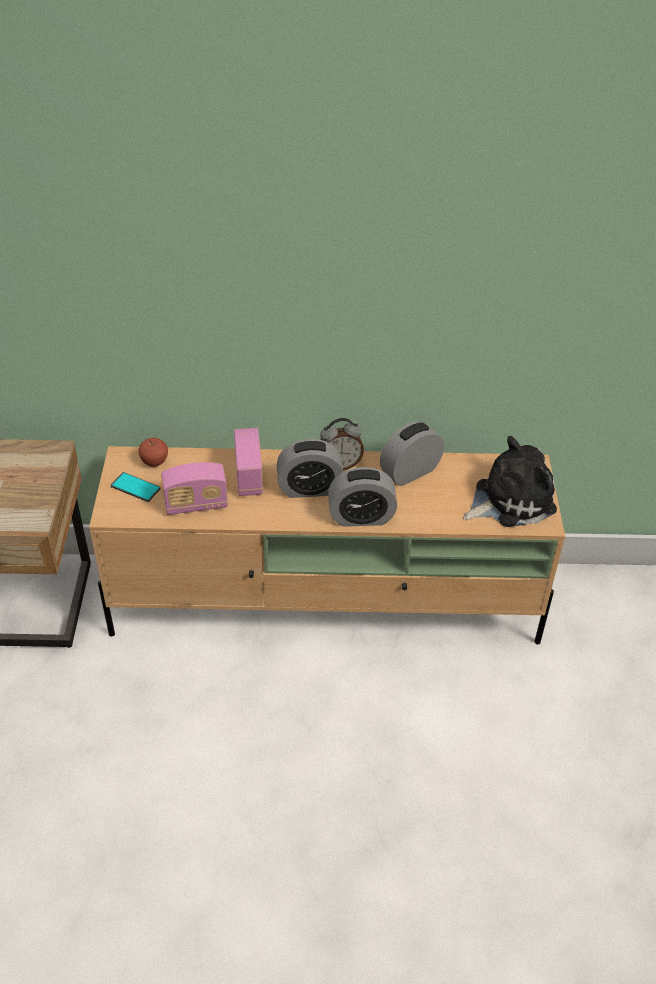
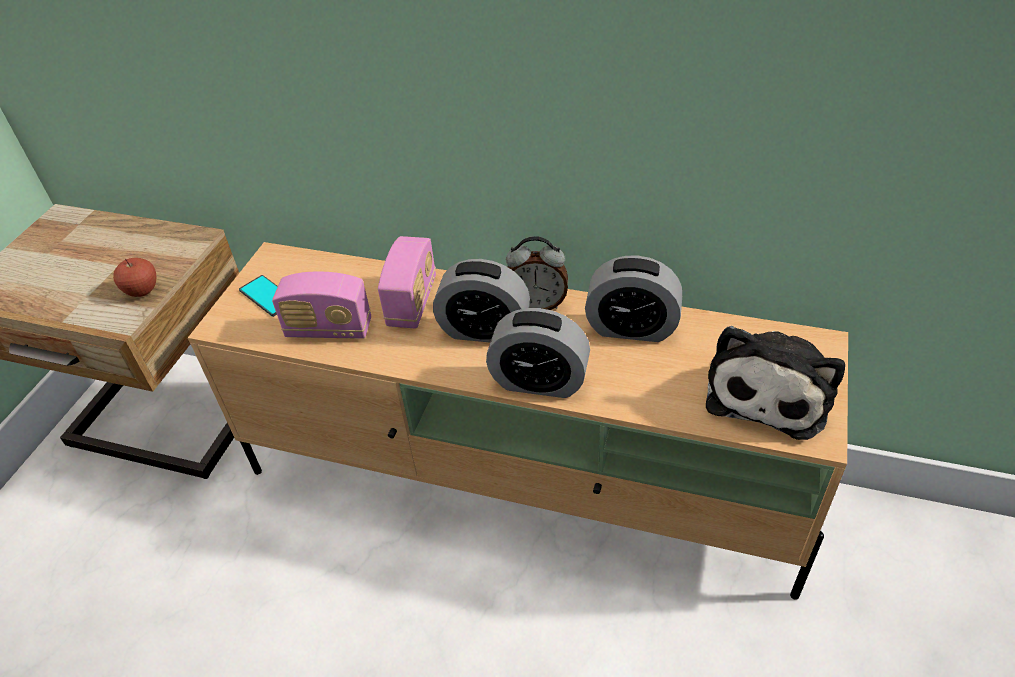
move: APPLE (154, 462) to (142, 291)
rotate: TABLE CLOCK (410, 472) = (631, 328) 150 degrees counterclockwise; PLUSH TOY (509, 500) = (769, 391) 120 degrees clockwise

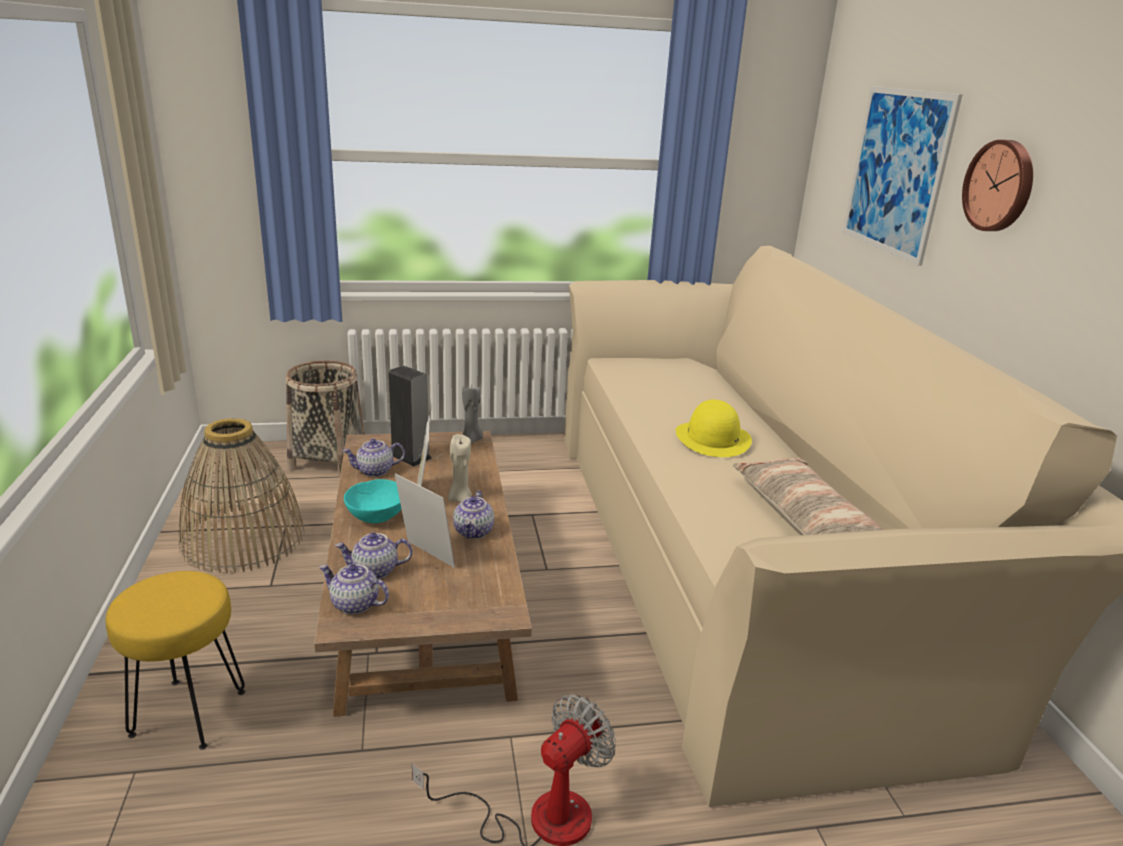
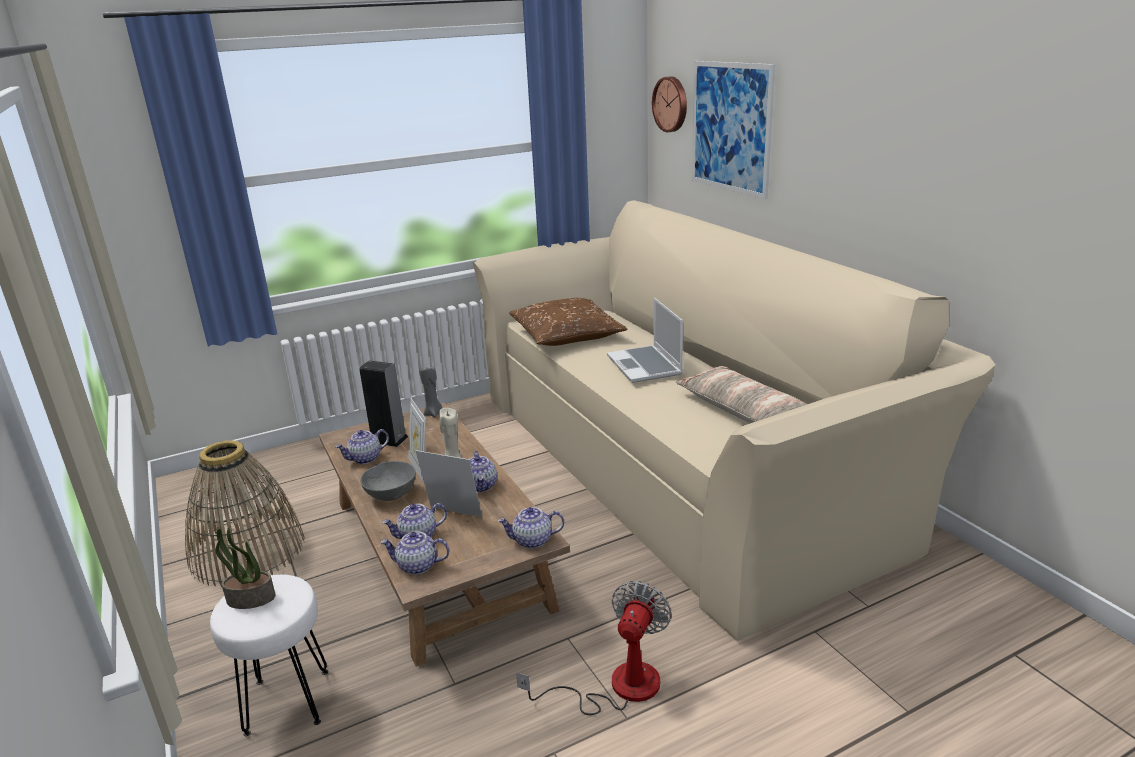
delete: STORAGE BASKET (328, 459)
insert: PLANT IN A POT (250, 599); TEA POT (532, 541); BROWNISH THROW PILLOW (567, 334)
move: CLOCK ON THE WALL (1000, 186) to (671, 104)
replace: YELLOWISH HAT (713, 438) to NOTEBOOK COMPUTER (645, 366)
recolor: YELLOWISH STOOL SEAT (188, 712) to WHITE-COLOURED STOOL SEAT (286, 701); TURQUOISE-COLOURED DEEP DISH (376, 516) to GRAY DEEP DISH (391, 494)

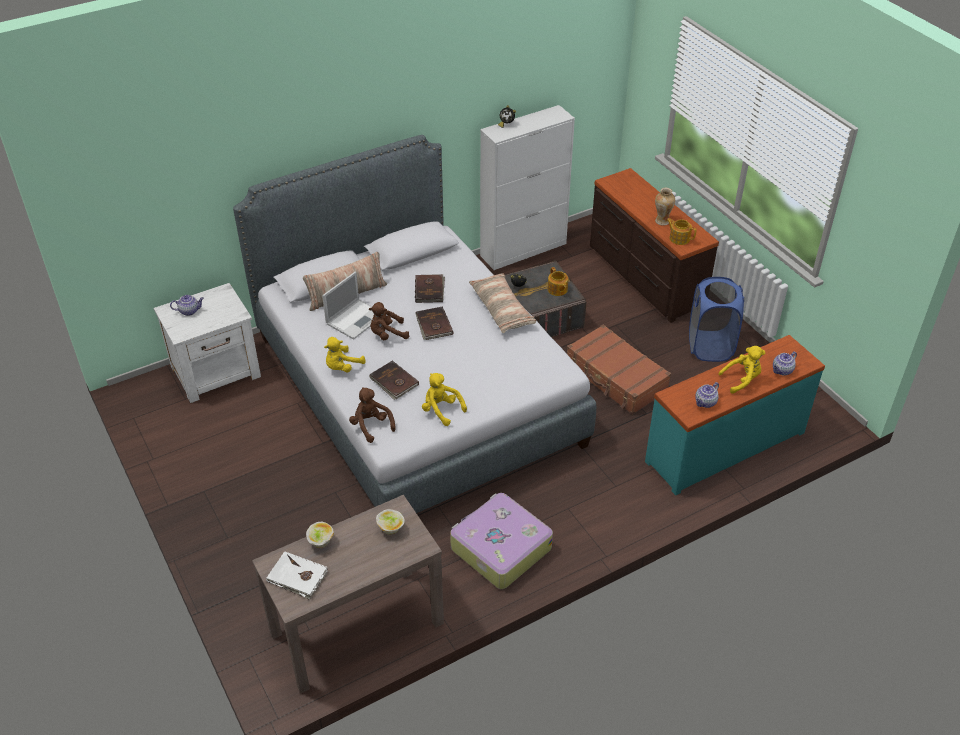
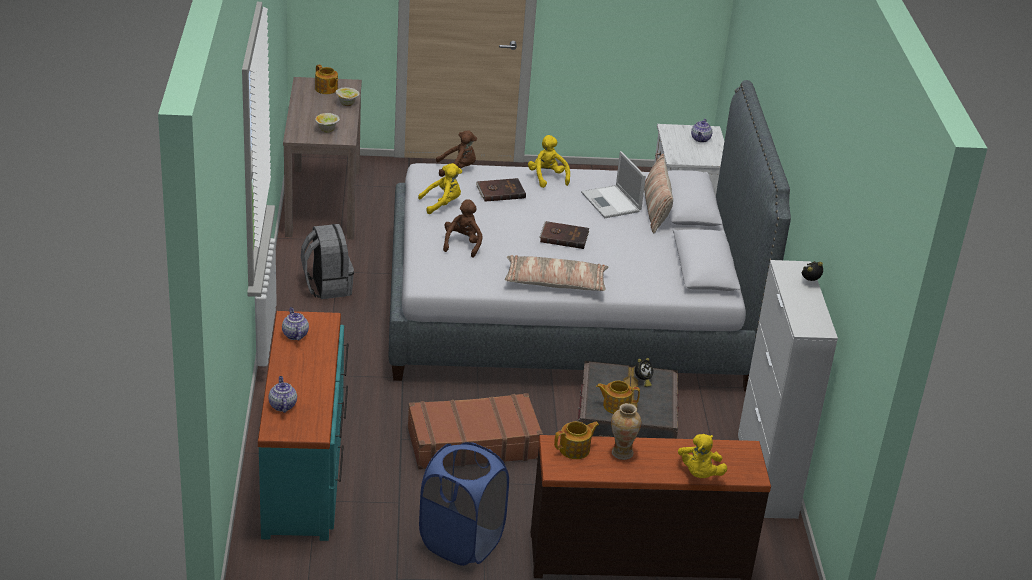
delete: BROWNISH BOUND BOOK (430, 290)
move: BROWNISH PLUSH TOY (387, 334) to (463, 244); YELLOWISH PLUSH TOY (742, 380) to (699, 474)
replace: WHITE-COLOURED BOUND BOOK (297, 577) to TEA POT (326, 89); SUITCASE (499, 548) to GRAY RUCKSACK (327, 286)

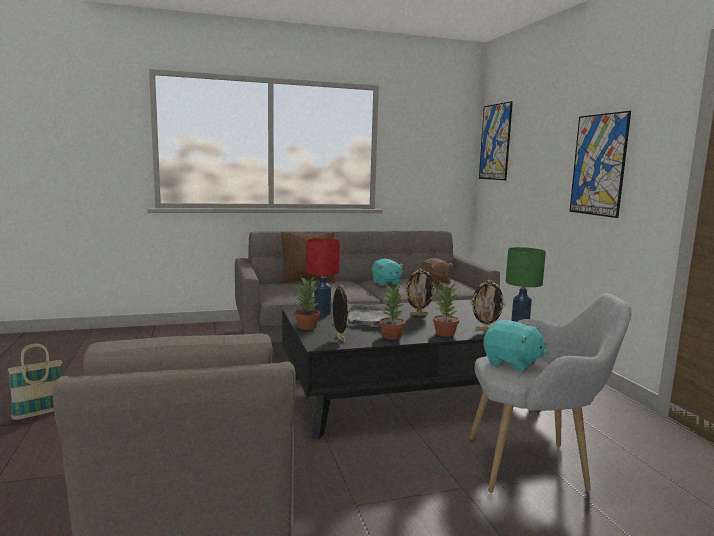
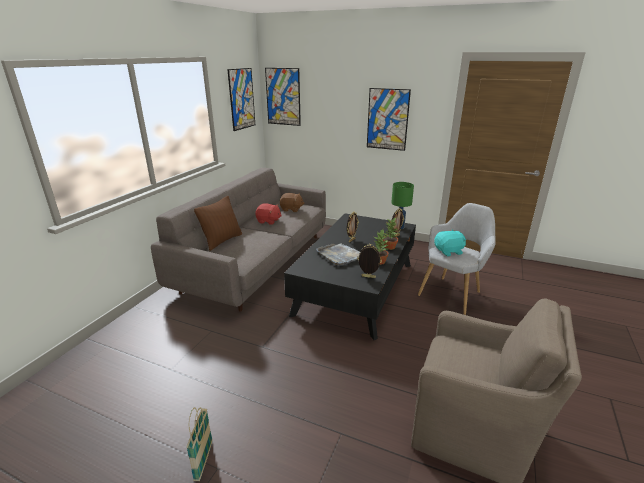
delete: PLANT IN A POT (307, 327); REDDISH TABLETOP LAMP (322, 313)
insert: WALL ART (242, 99)
recolor: TURQUOISE-COLOURED PLUSH TOY (386, 283) to REDDISH PLUSH TOY (268, 221)

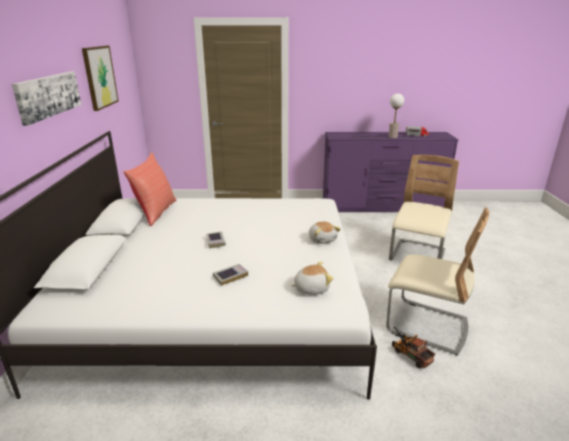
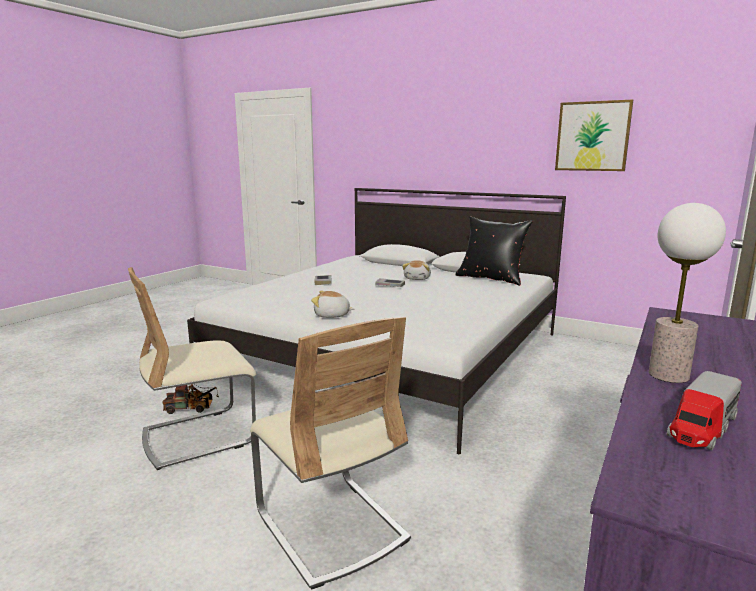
delete: WALL ART (48, 95)
move: PLUSH TOY (311, 288) to (417, 278)
recolor: REDDISH THROW PILLOW (156, 212) to BLACK-COLOURED THROW PILLOW (491, 278)

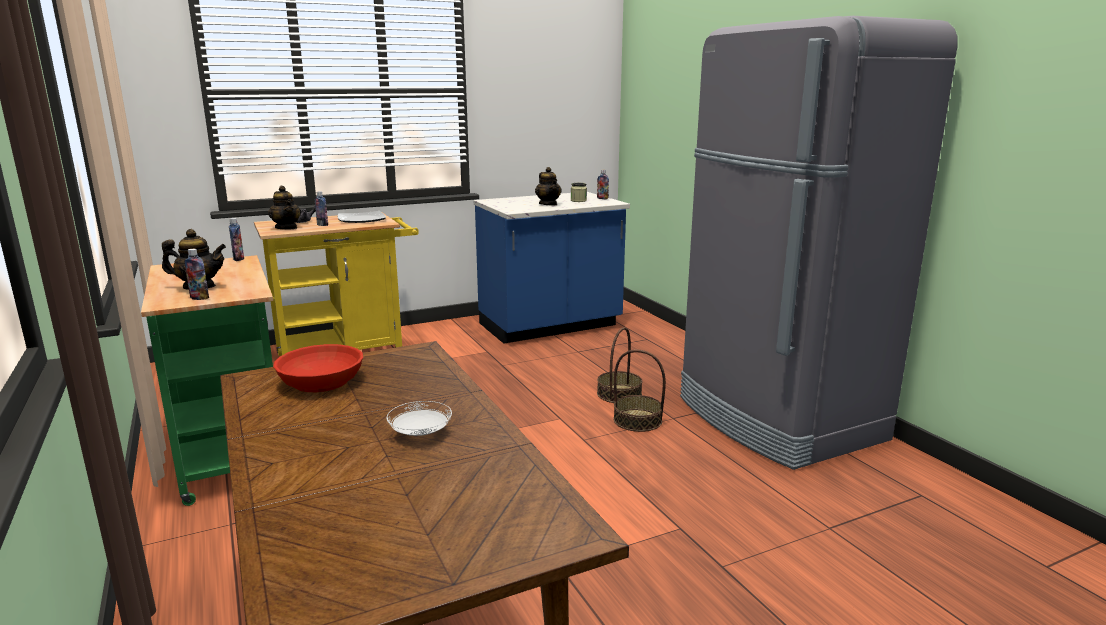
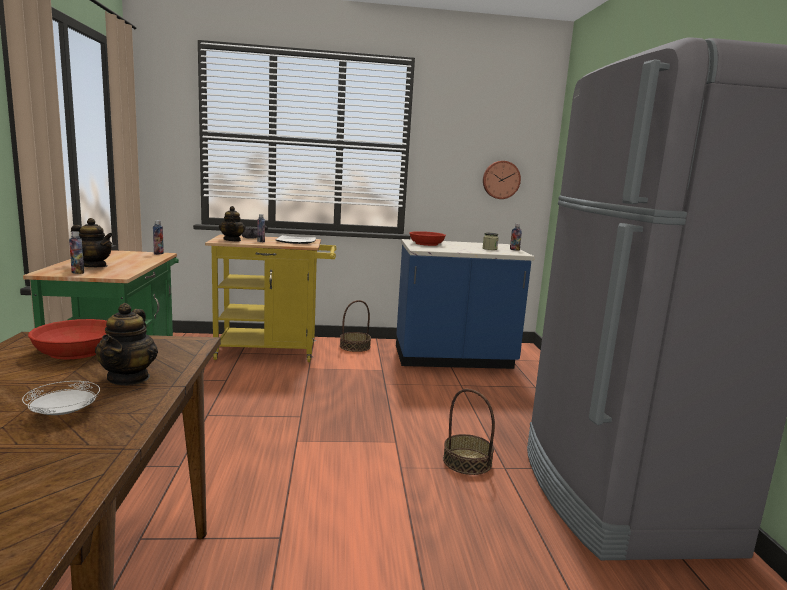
insert: REDDISH DEEP DISH (426, 244); CLOCK ON THE WALL (501, 180)
move: TEA POT (548, 204) to (129, 378); STORAGE BASKET (619, 394) to (355, 346)

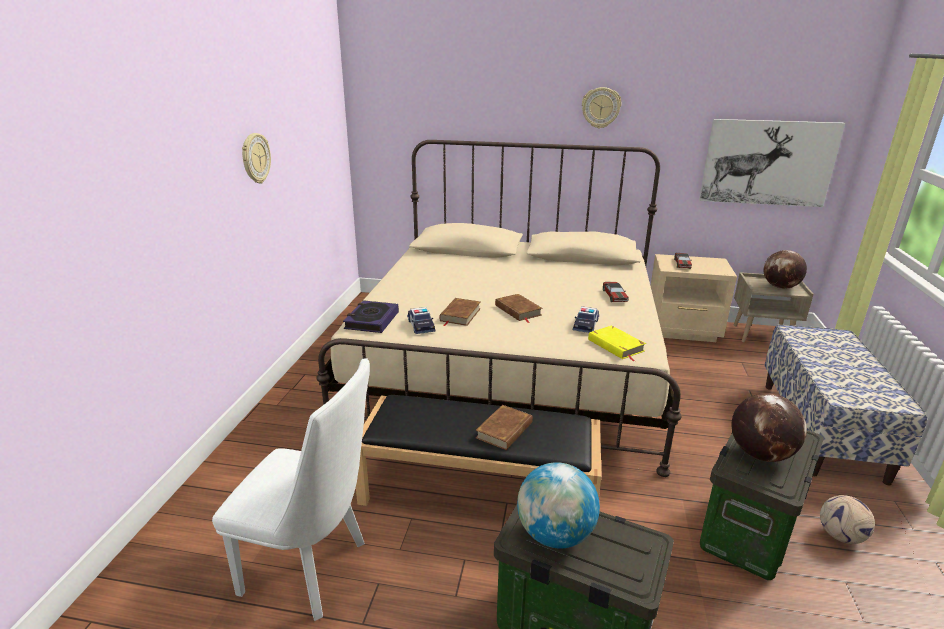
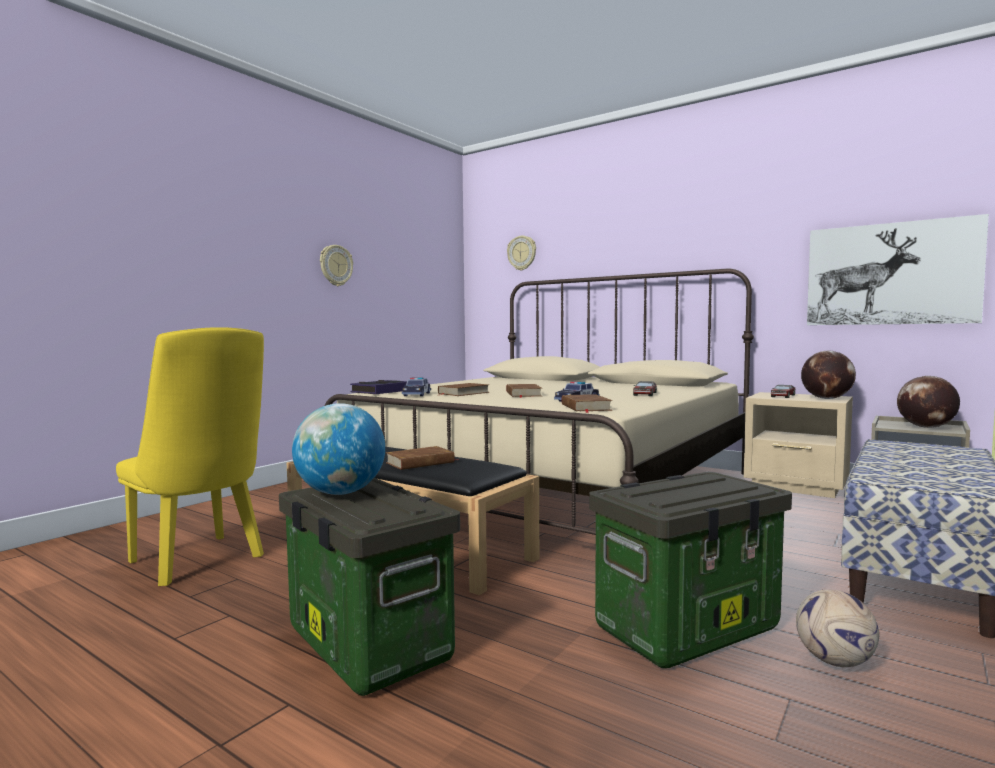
move: CLOCK ON THE WALL (601, 107) to (522, 253); WORLD GLOBE (760, 454) to (826, 398)
recolor: WHITE-COLOURED CHAIR (314, 570) to YELLOWISH CHAIR (201, 562); YELLOWISH BOUND BOOK (615, 346) to BROWNISH BOUND BOOK (585, 407)

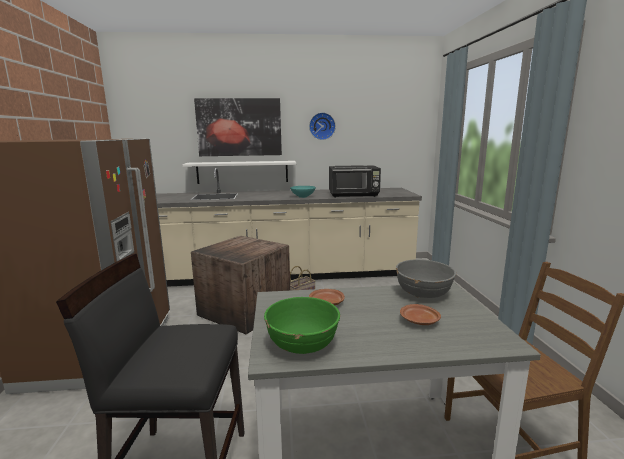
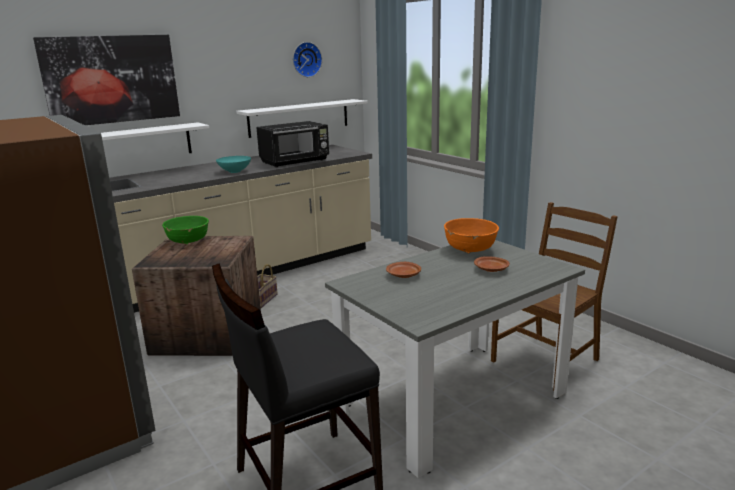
insert: WHITE-COLOURED BRACKET SHELF (299, 118)
move: GREEN DEEP DISH (303, 344) to (188, 241); CLOCK ON THE WALL (322, 126) to (306, 59)
recolor: GRAY DEEP DISH (423, 294) to ORANGE-COLOURED DEEP DISH (470, 249)

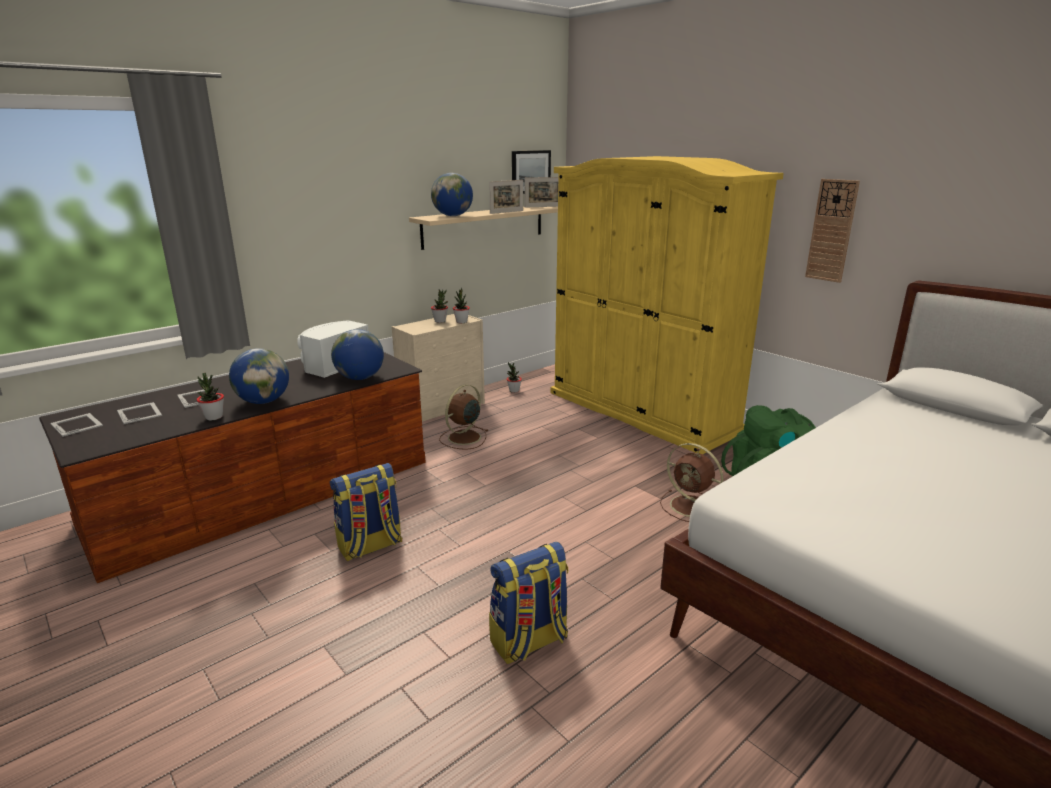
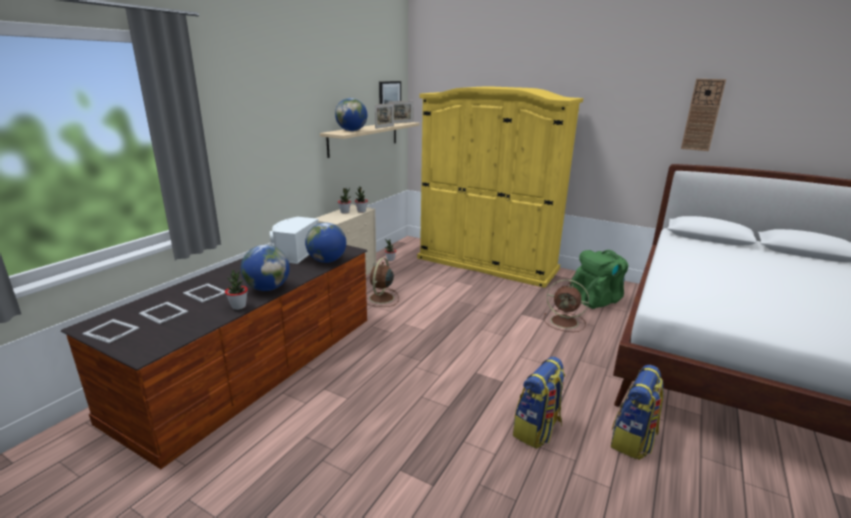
move: RUCKSACK (370, 546) to (633, 440); CLOCK ON THE WALL (831, 230) to (702, 115)

